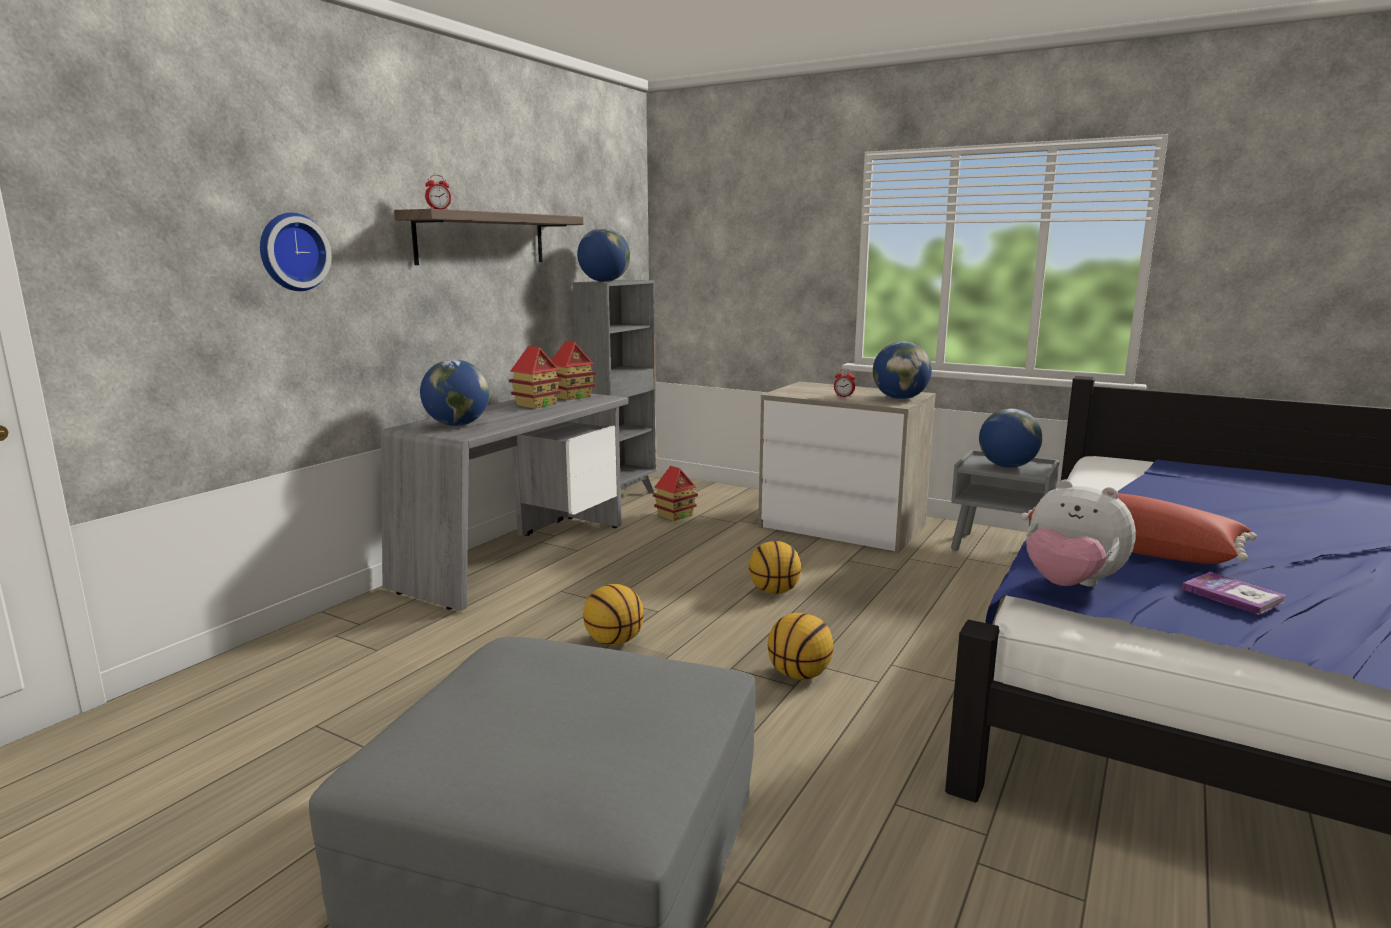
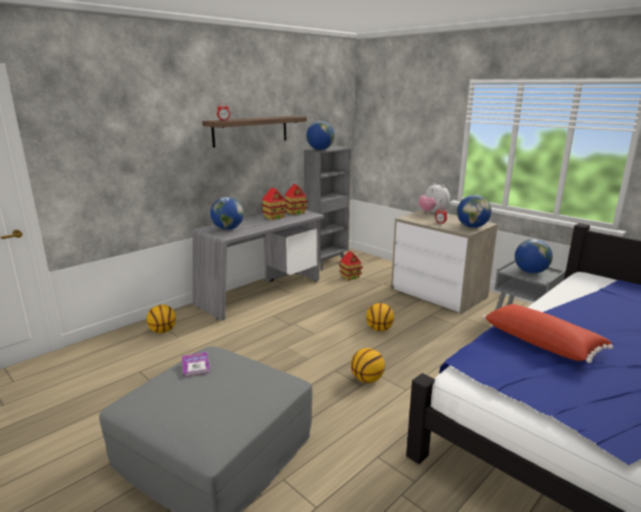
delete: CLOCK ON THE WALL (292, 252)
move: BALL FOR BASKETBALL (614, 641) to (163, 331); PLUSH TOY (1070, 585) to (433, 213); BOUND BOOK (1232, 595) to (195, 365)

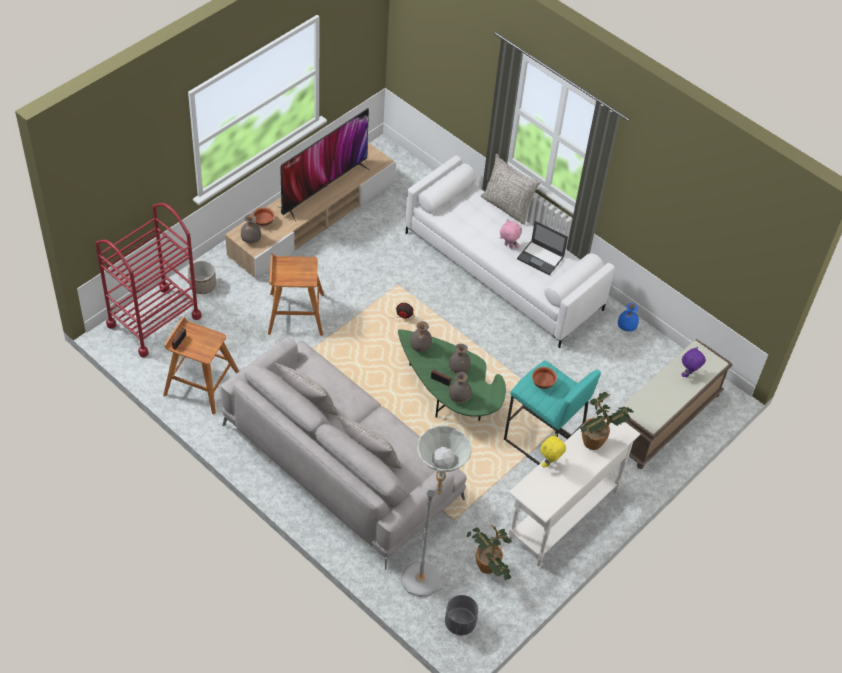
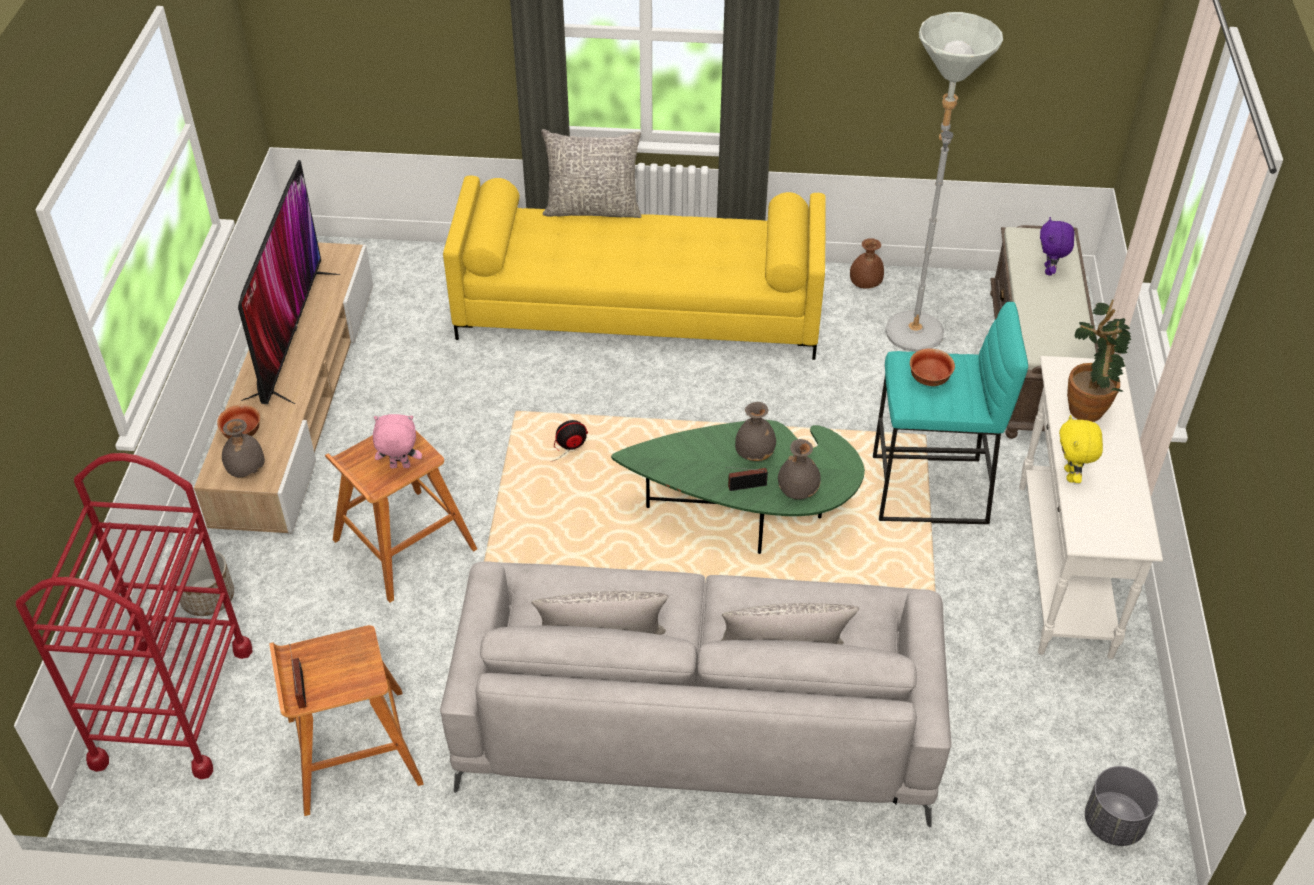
delete: GRAY VASE (420, 347); PLANT IN A POT (488, 570); NOTEBOOK COMPUTER (541, 258)
move: GRAY STANDING LAMP (426, 574) to (913, 324); PINK-COLOURED PLUSH TOY (508, 246) to (399, 467)
recolor: WHITE-COLOURED SOFA (504, 271) to YELLOWISH SOFA (640, 309); BLUISH VASE (626, 327) to BROWNISH VASE (864, 285)

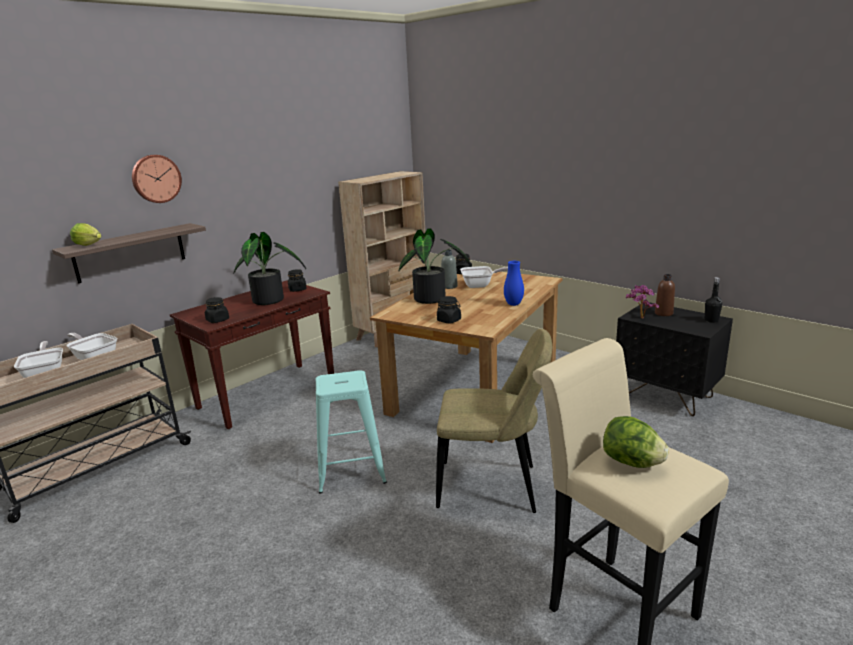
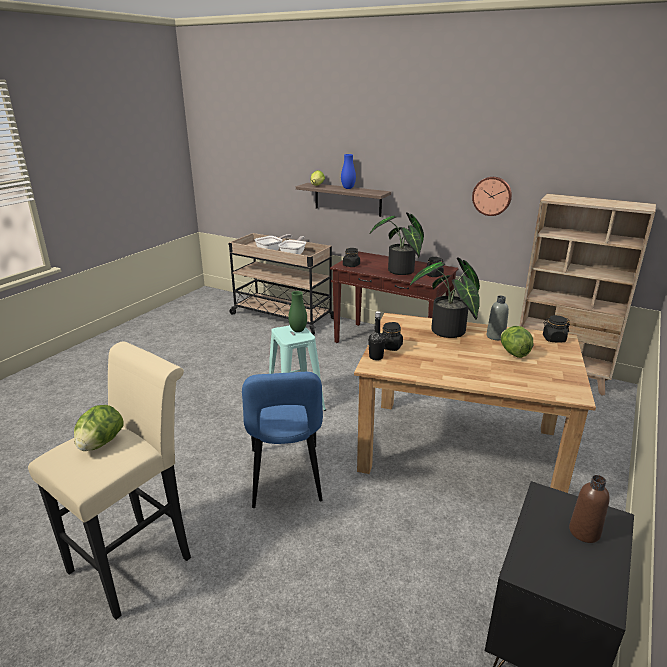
delete: PLANT IN A POT (640, 318)
insert: GREEN VASE (298, 330)
move: CLOCK ON THE WALL (156, 178) to (492, 196); BLUISH VASE (513, 304) to (348, 188); BLACK-COLOURED BEVERAGE BOTTLE (711, 320) to (376, 357)
replace: SKILLET (481, 285) to HEAD OF LETTUCE (513, 353)
recolor: BEIGE CHAIR (493, 487) to BLUISH CHAIR (286, 478)

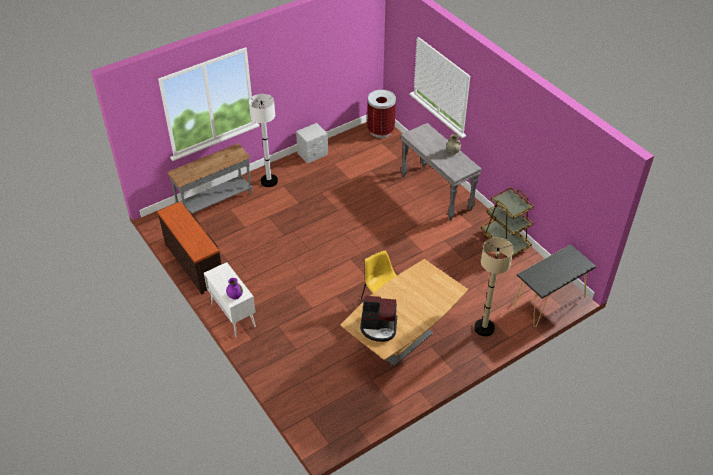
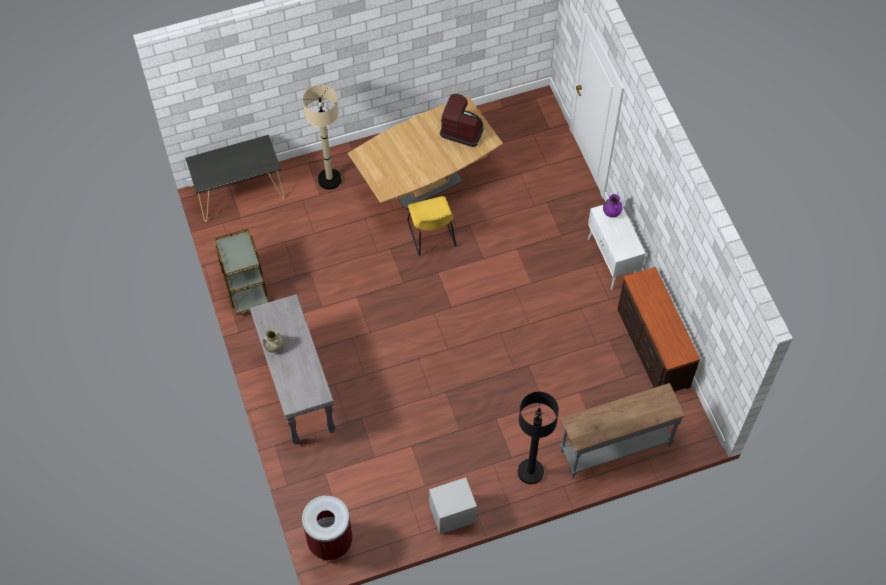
recolor: WHITE-COLOURED STANDING LAMP (269, 181) to BLACK-COLOURED STANDING LAMP (530, 471)

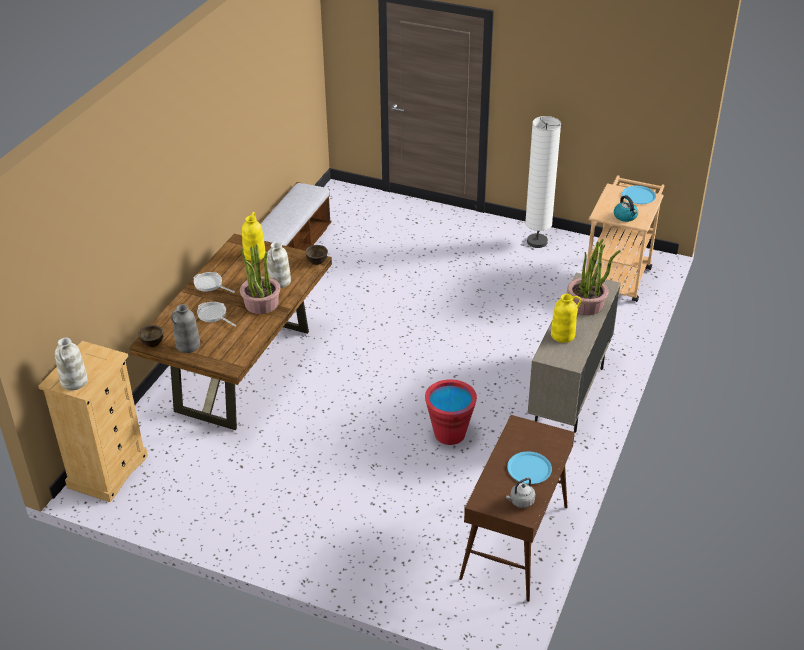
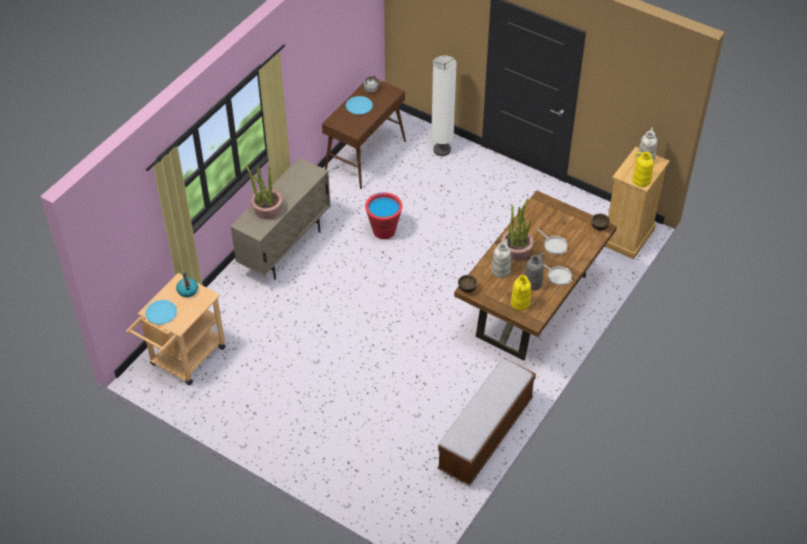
move: GRAY VASE (188, 345) to (533, 283); WHITE-COLOURED STANDING LAMP (537, 242) to (442, 150); YELLOWISH VASE (563, 335) to (641, 180)

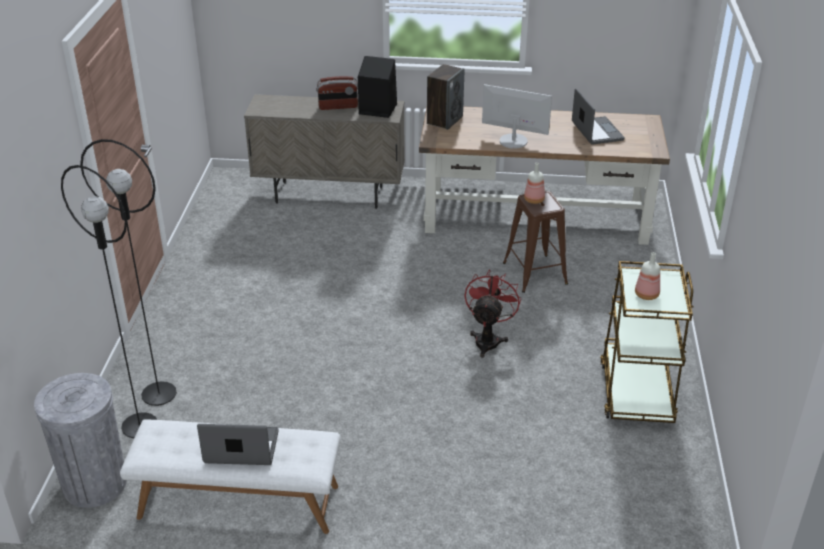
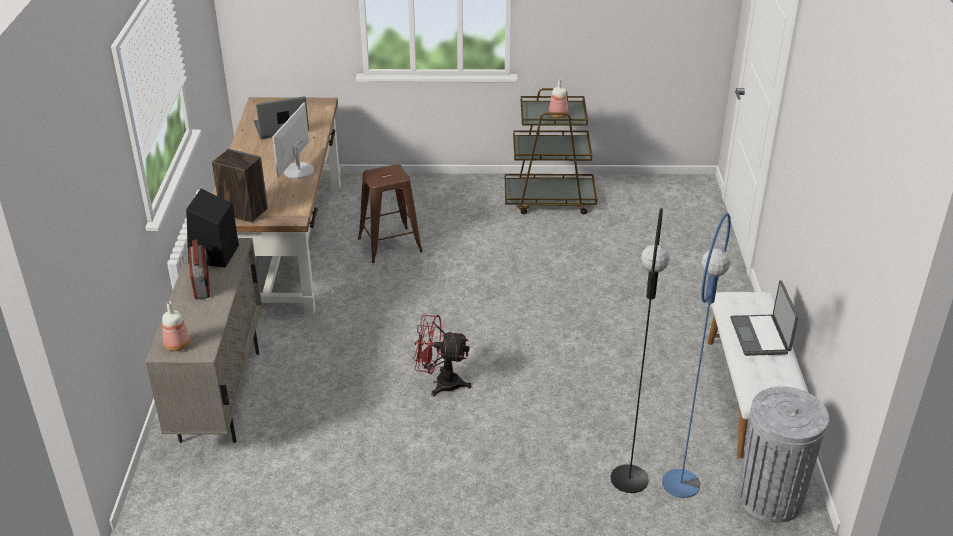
move: REDDISH COOLING FAN (488, 339) to (440, 383); BEVERAGE BOTTLE (534, 200) to (177, 345)
recolor: BLACK-COLOURED STANDING LAMP (139, 425) to BLUISH STANDING LAMP (681, 483)

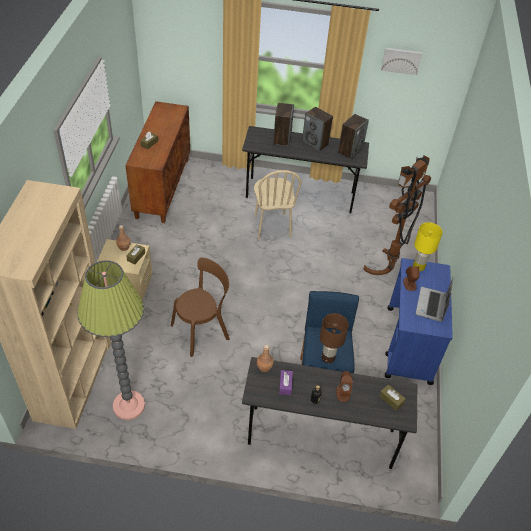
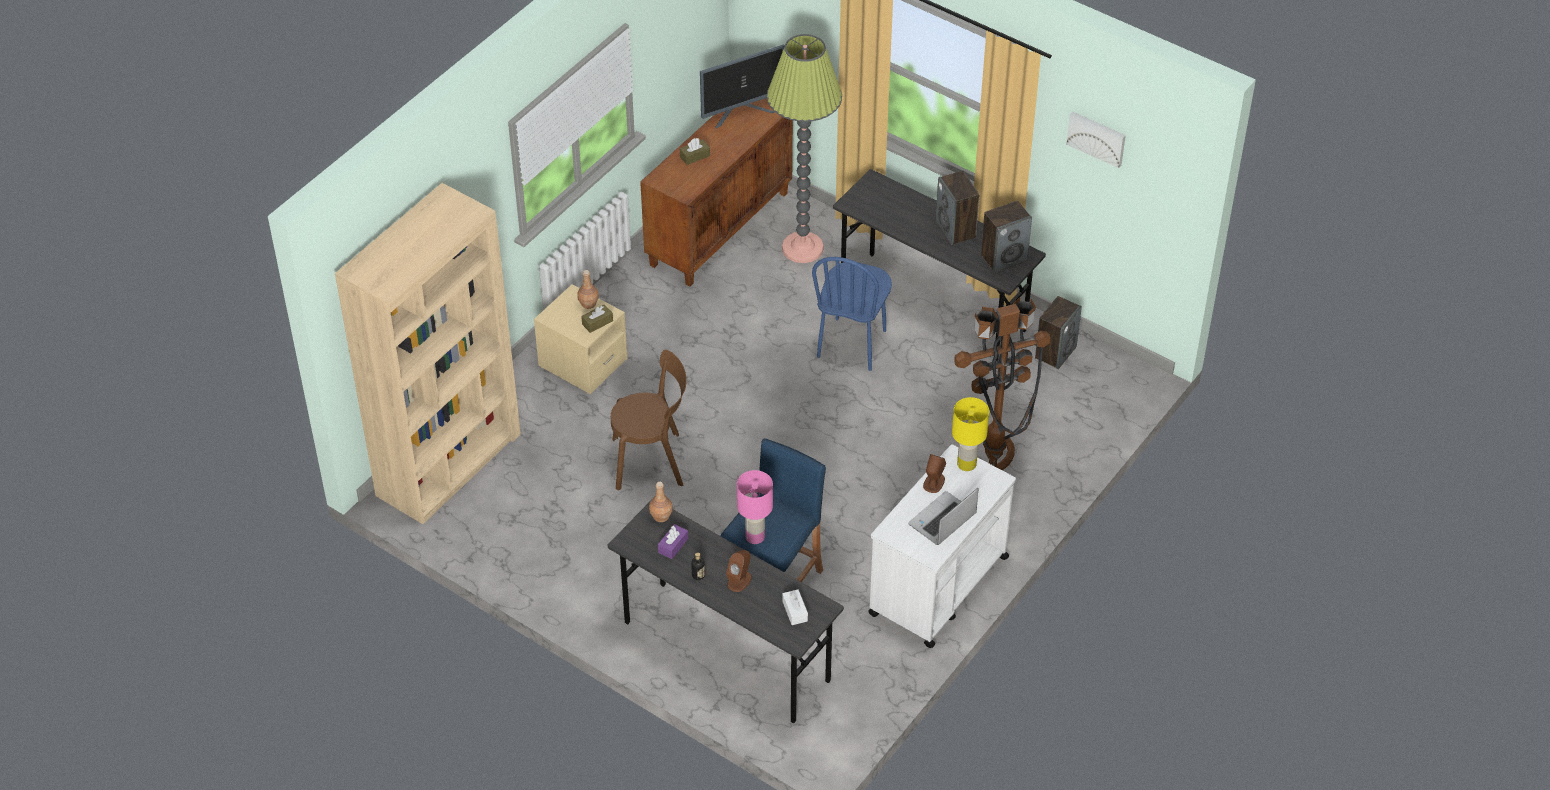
insert: COMPUTER DISPLAY (741, 112)
move: STANDING LAMP (129, 405) to (802, 248); SPEAKER (282, 138) to (1055, 352)
recolor: BEIGE CHAIR (272, 226) to BLUISH CHAIR (852, 344); BROWNISH TABLETOP LAMP (328, 358) to PINK-COLOURED TABLETOP LAMP (755, 537); BROWNISH TISSUE BOX (391, 400) to WHITE-COLOURED TISSUE BOX (795, 611); BLUISH TROLLEY (408, 345) to WHITE-COLOURED TROLLEY (937, 586)

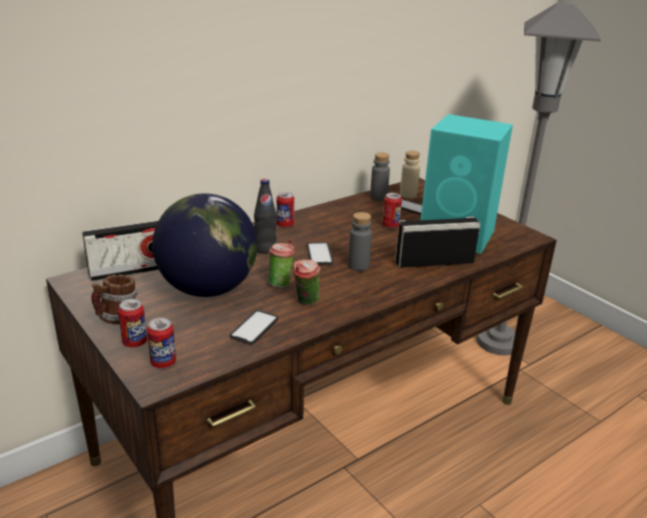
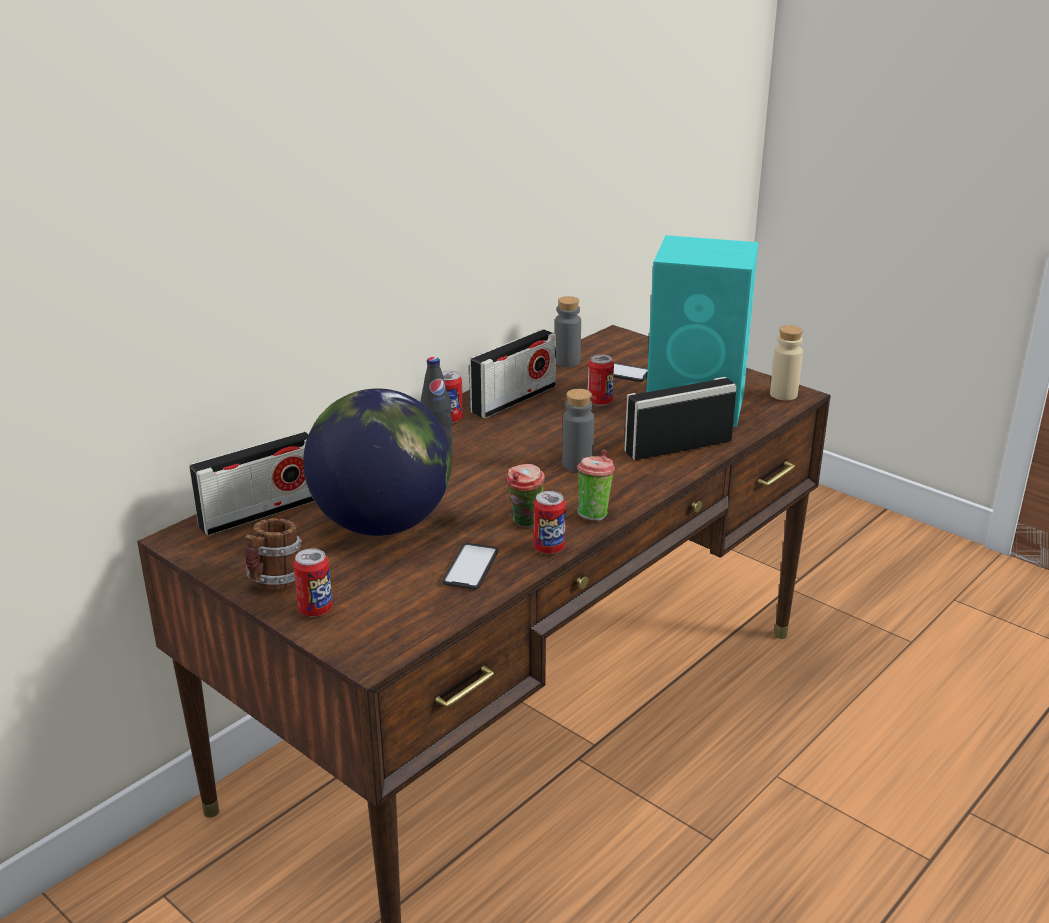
delete: HANDSET (319, 254); GRAY STANDING LAMP (498, 342)
insert: RADIO SET (513, 399)
move: CAN (163, 363) to (549, 548); CUP (281, 283) to (593, 514); BEIGE BEVERAGE BOTTLE (408, 195) to (783, 394)

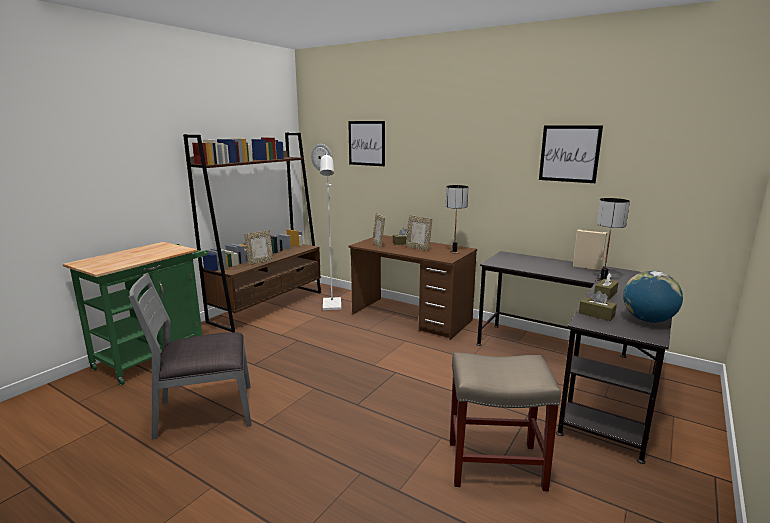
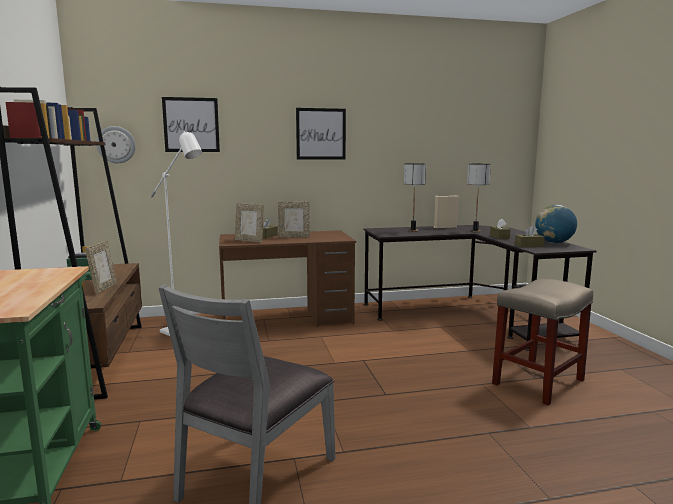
move: TABLETOP LAMP (454, 252) to (412, 231); WALL ART (569, 153) to (321, 134)

